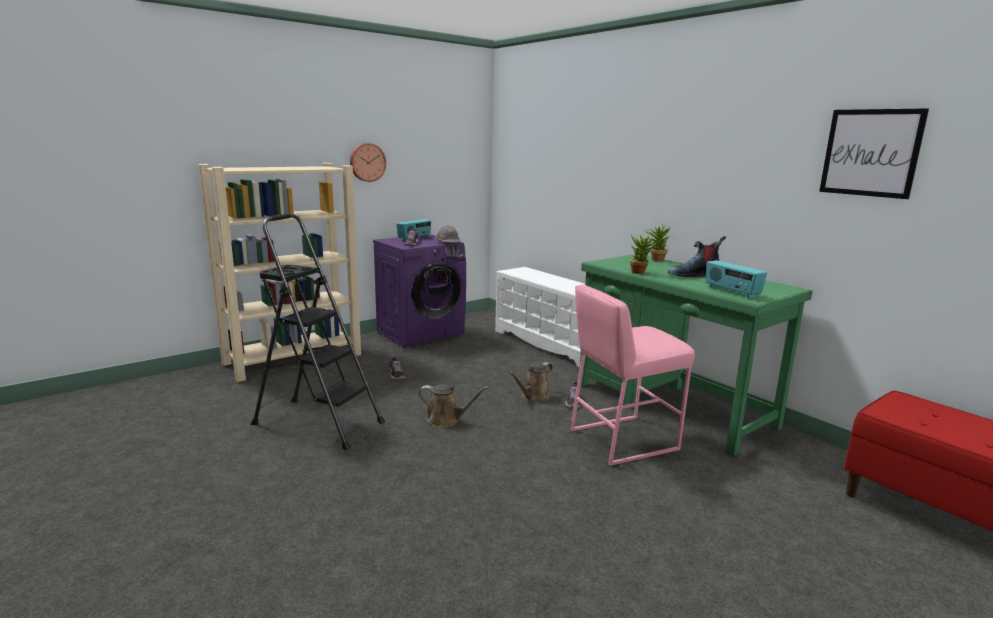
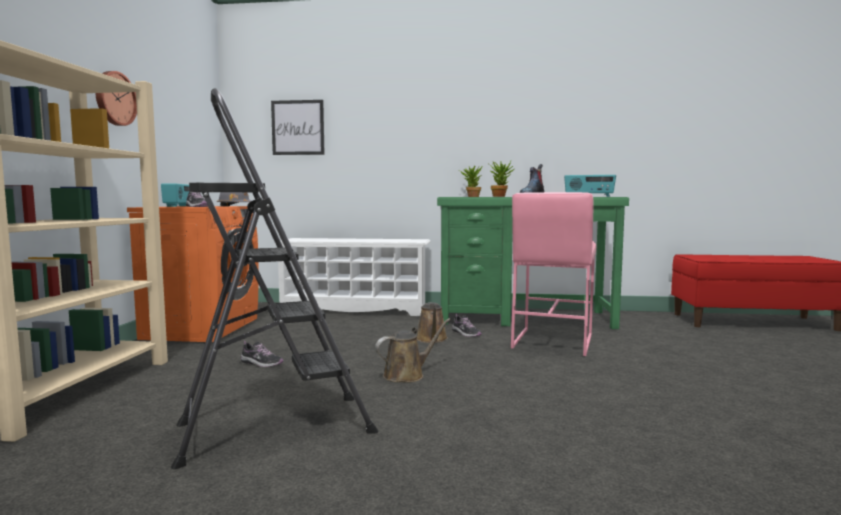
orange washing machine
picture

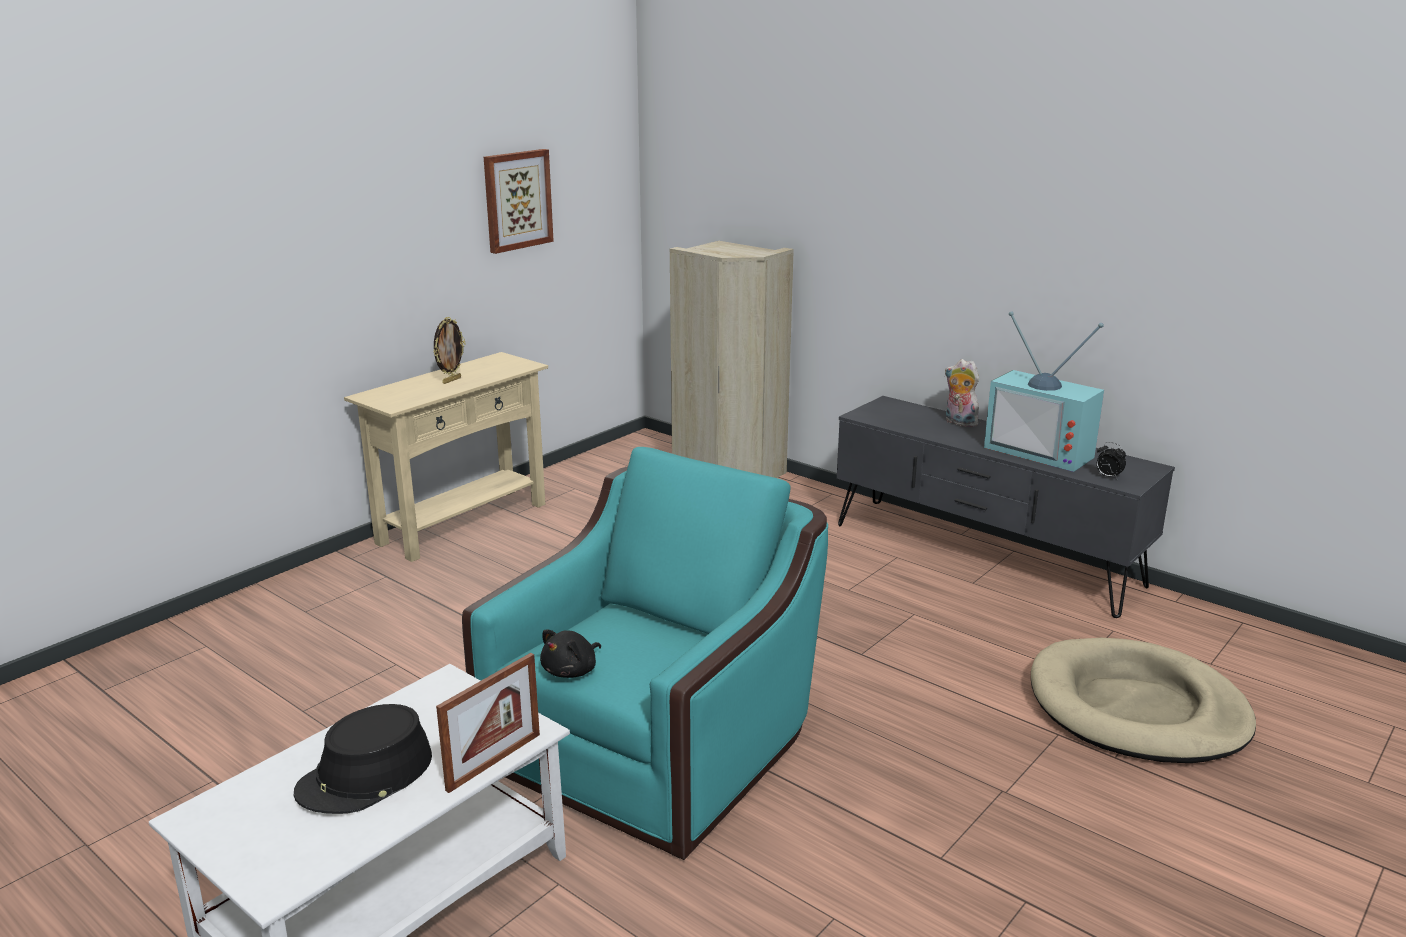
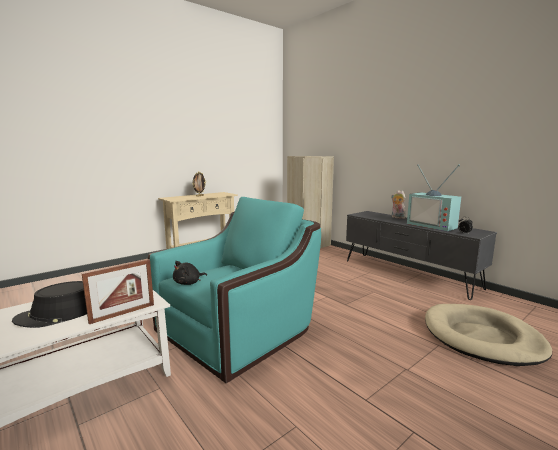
picture

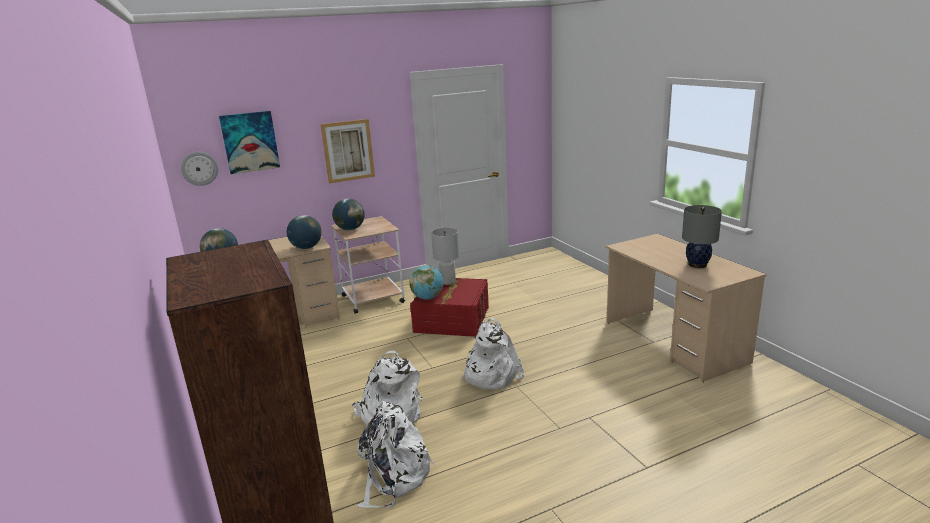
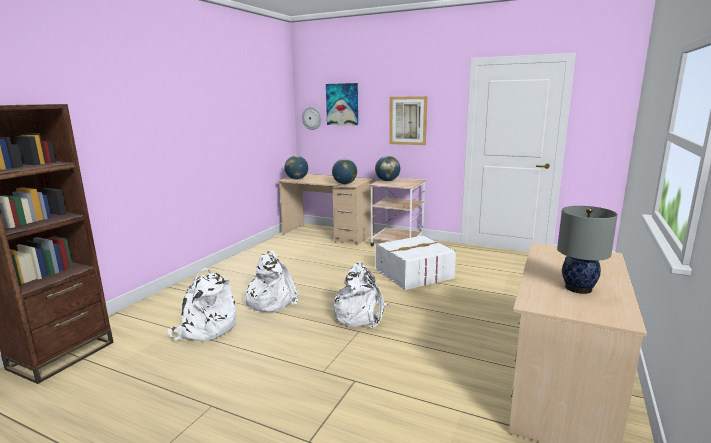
globe (4th from left in the first image)
white storage box
grey table lamp (1st from left in the first image)

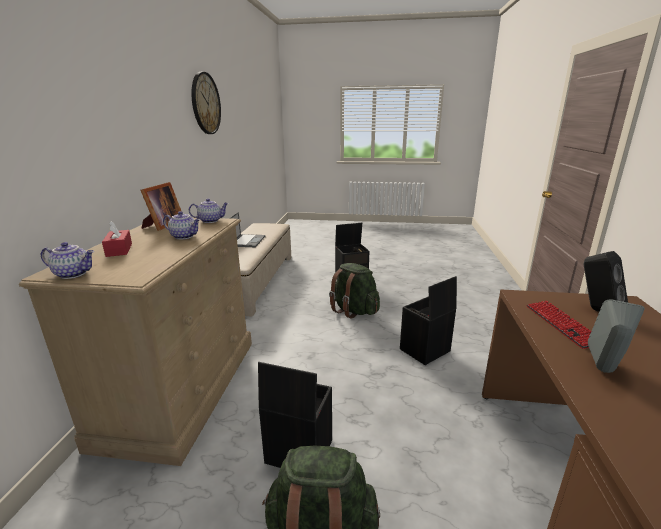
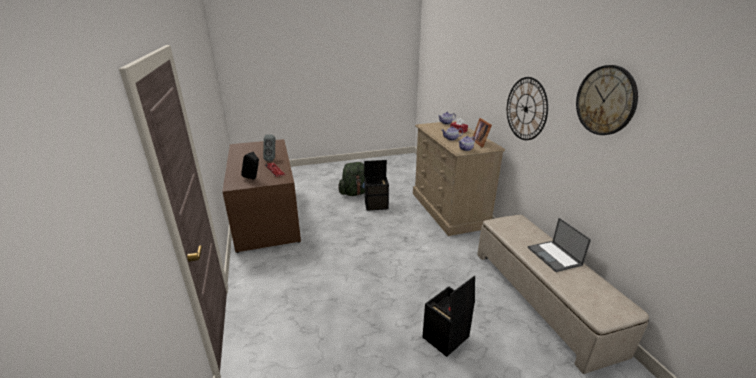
green backpack (2nd from left in the first image)
black storage box (3rd from left in the first image)
wall clock (1st from left)

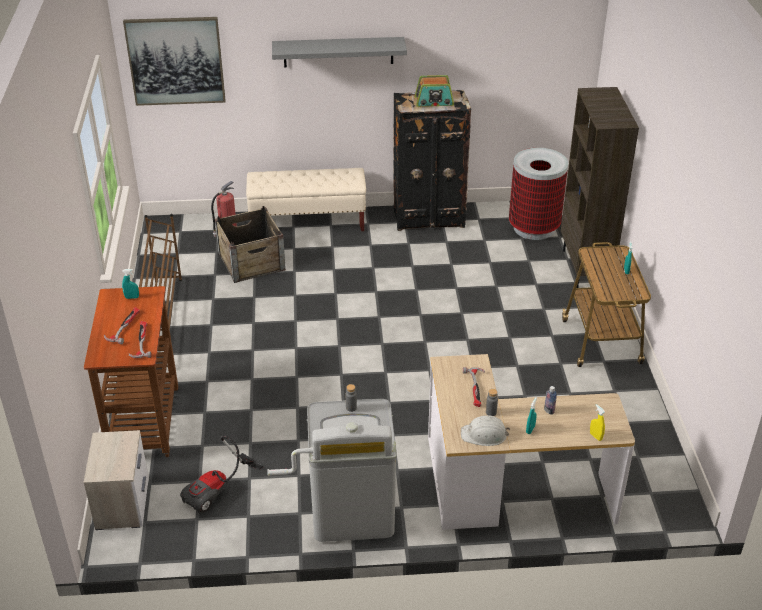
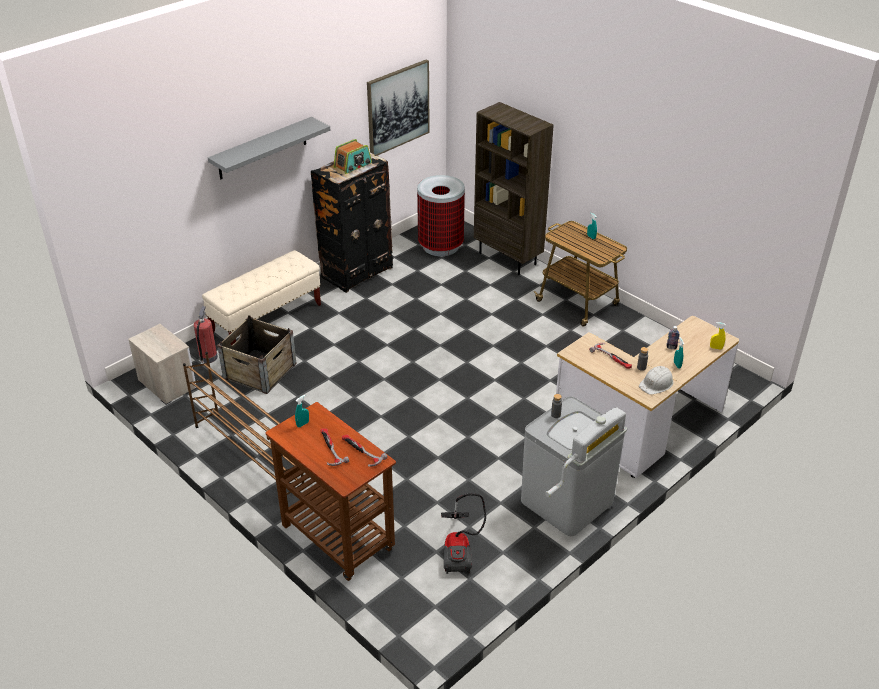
nightstand
picture

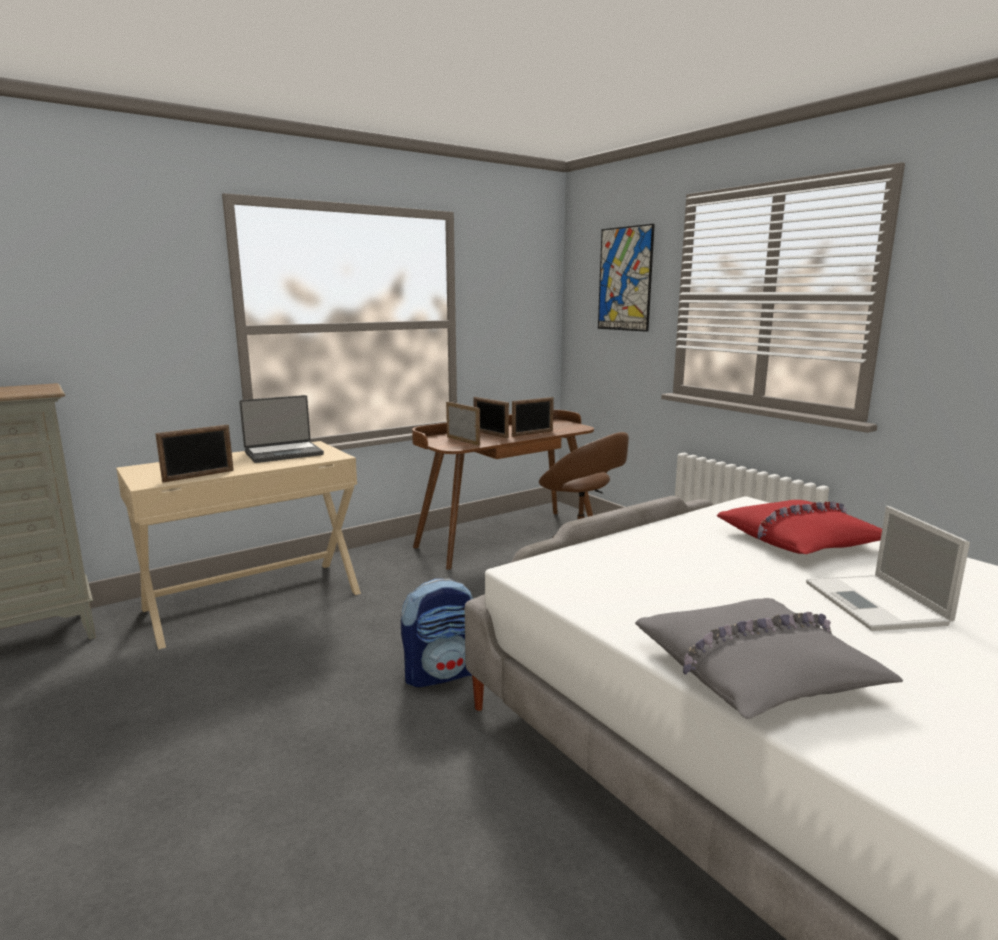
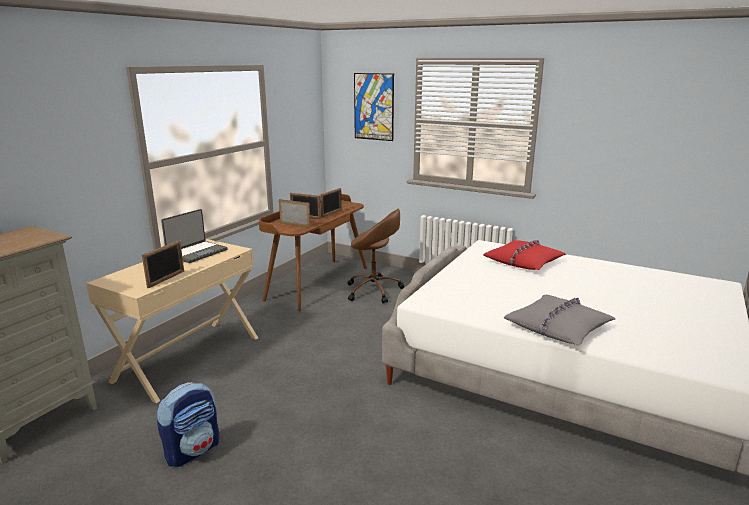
backpack
laptop (2nd from left in the first image)

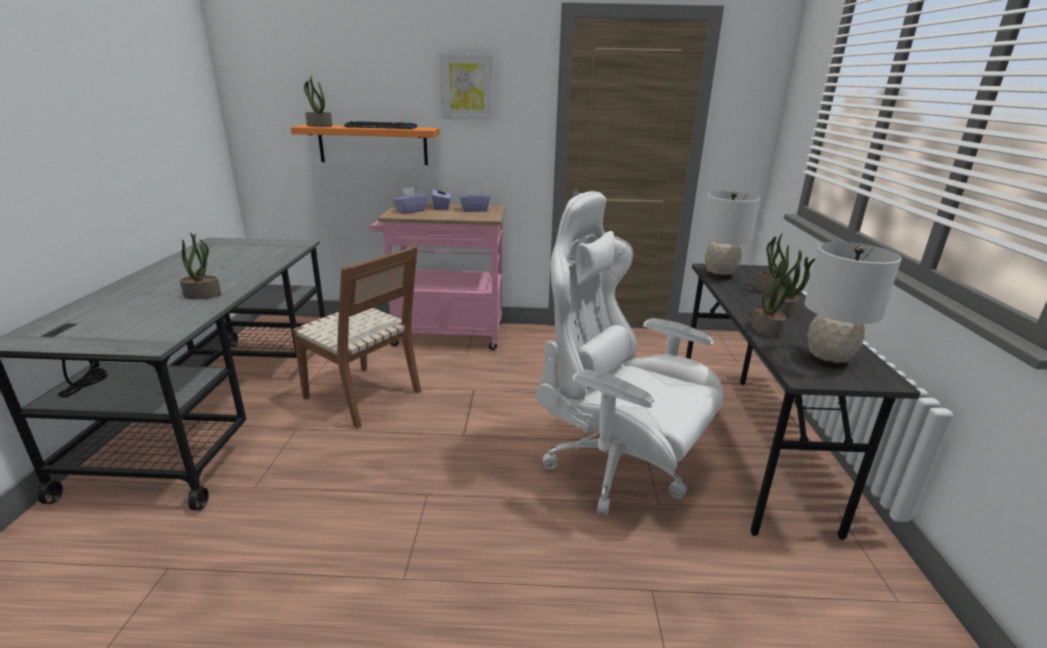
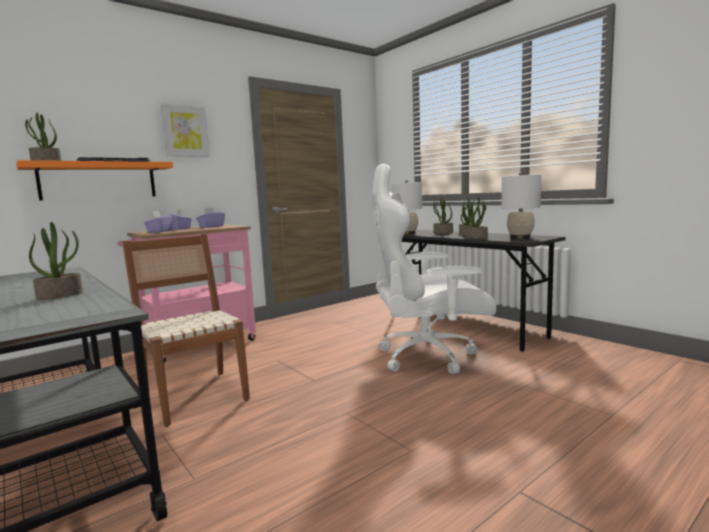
chair

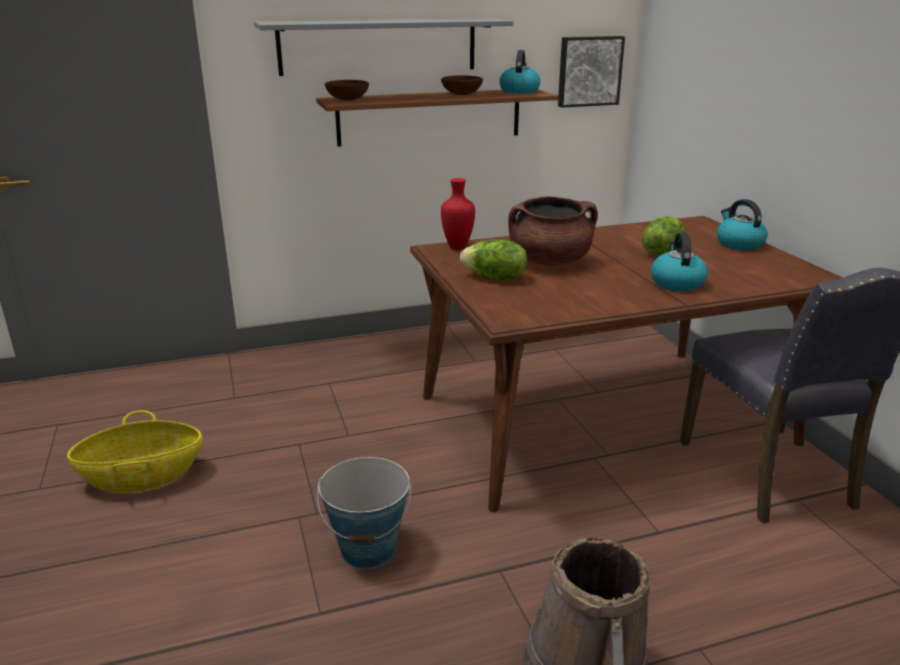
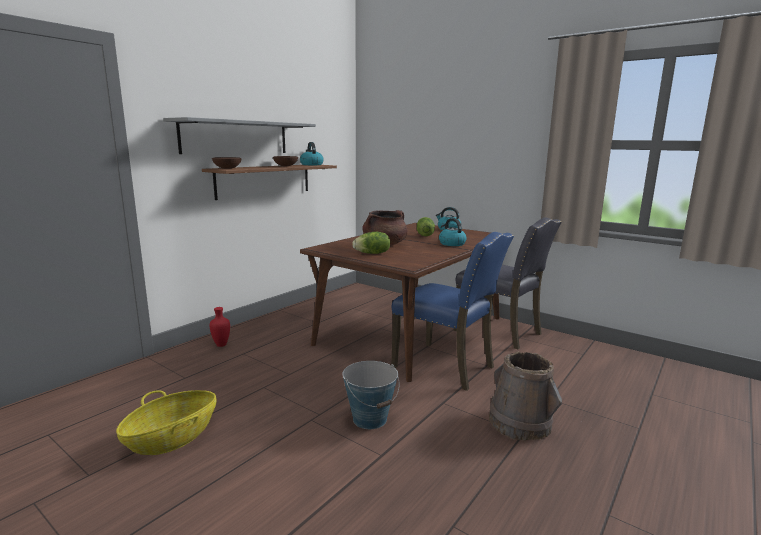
red vase
picture
blue chair

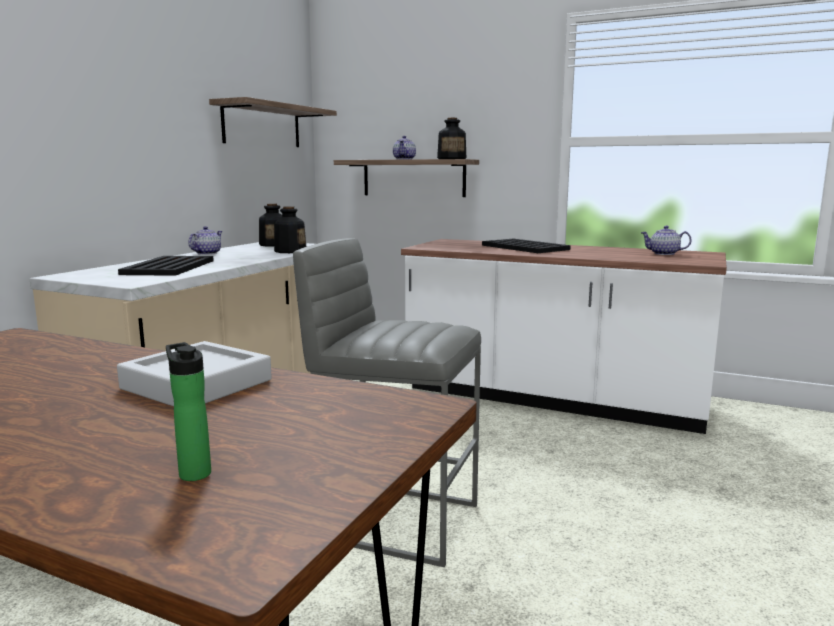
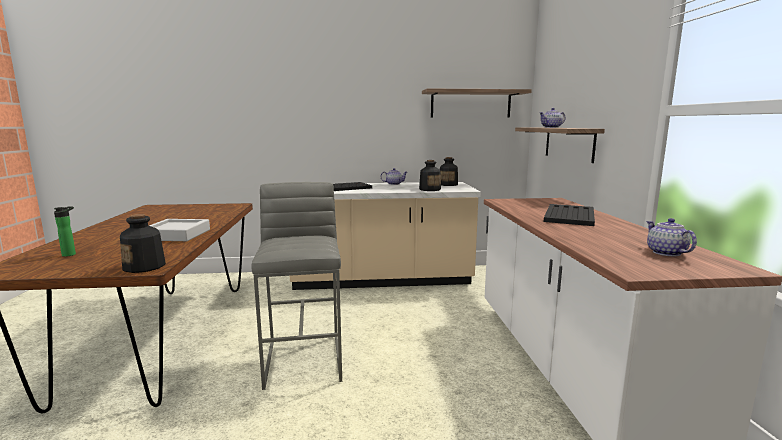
bottle (2nd from left)

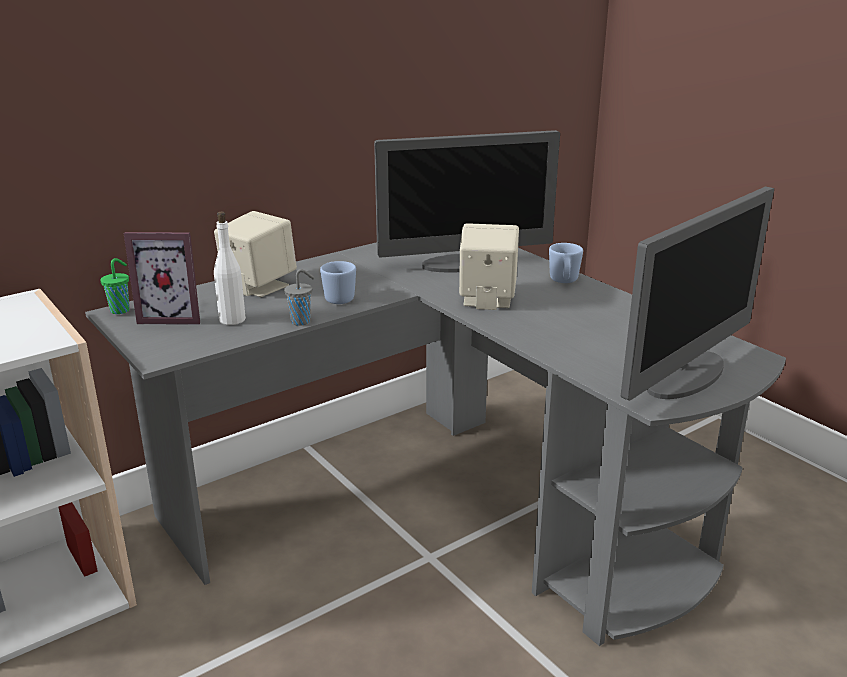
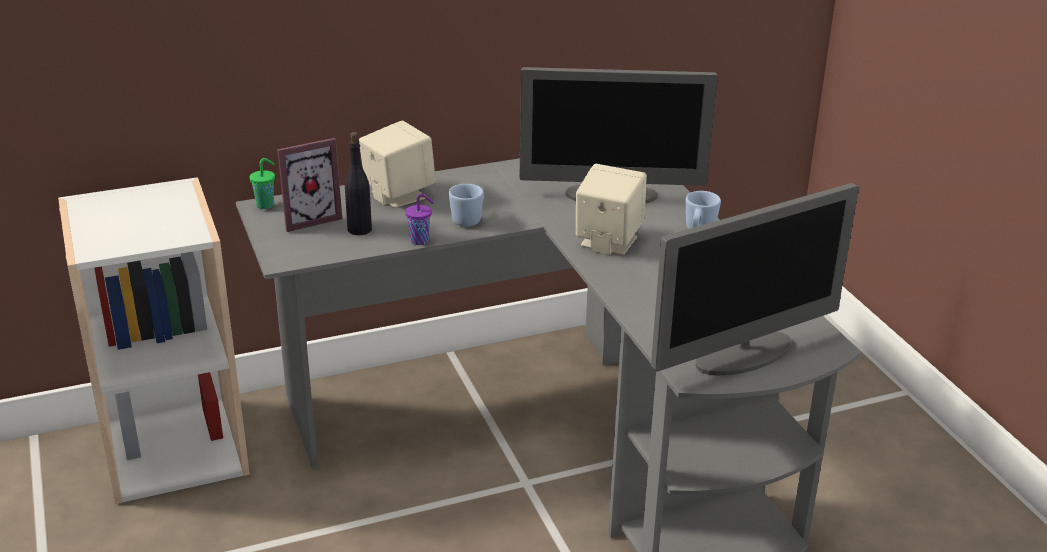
picture frame
black bottle
purple cup

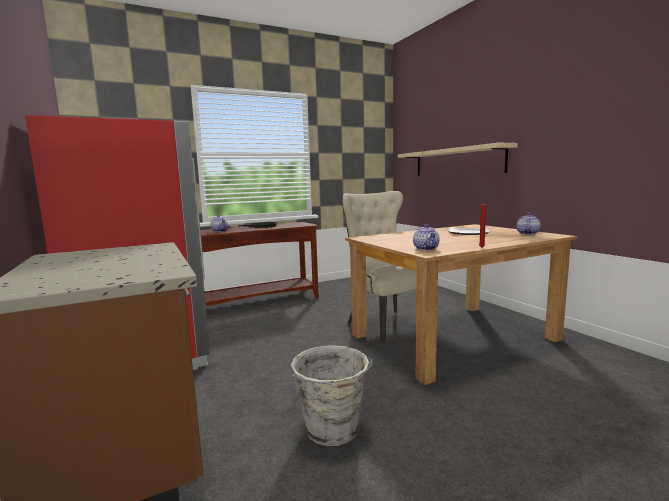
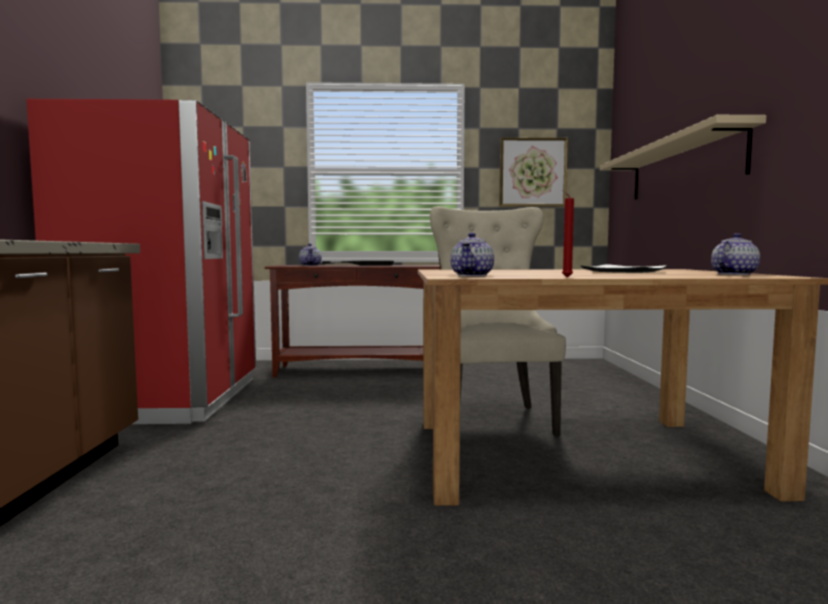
grey bucket
picture

